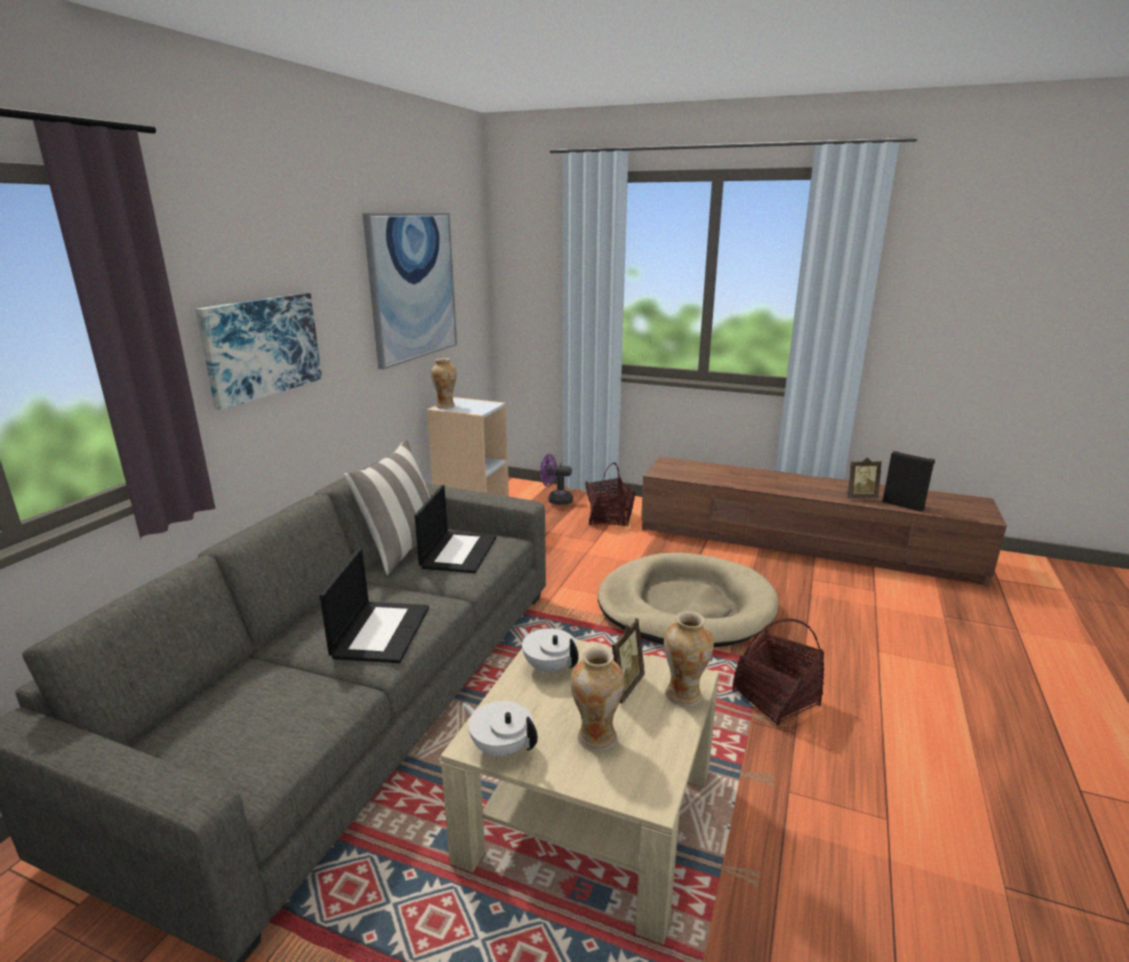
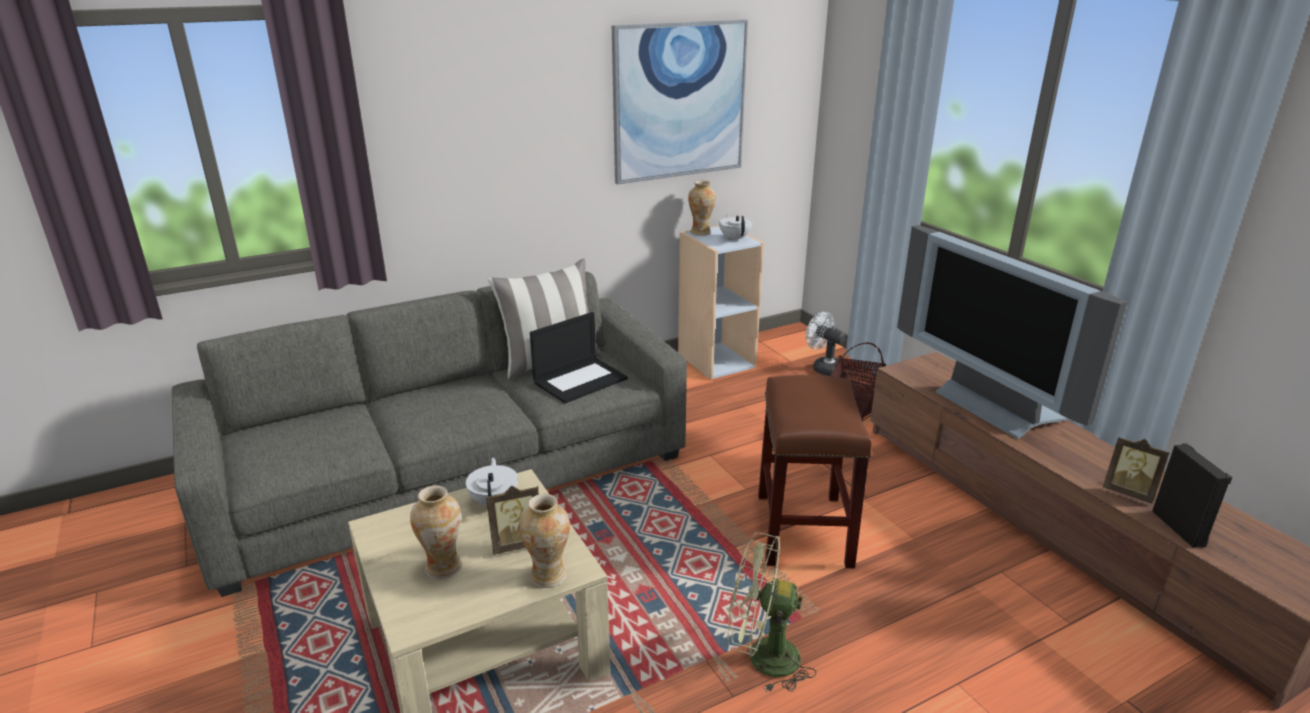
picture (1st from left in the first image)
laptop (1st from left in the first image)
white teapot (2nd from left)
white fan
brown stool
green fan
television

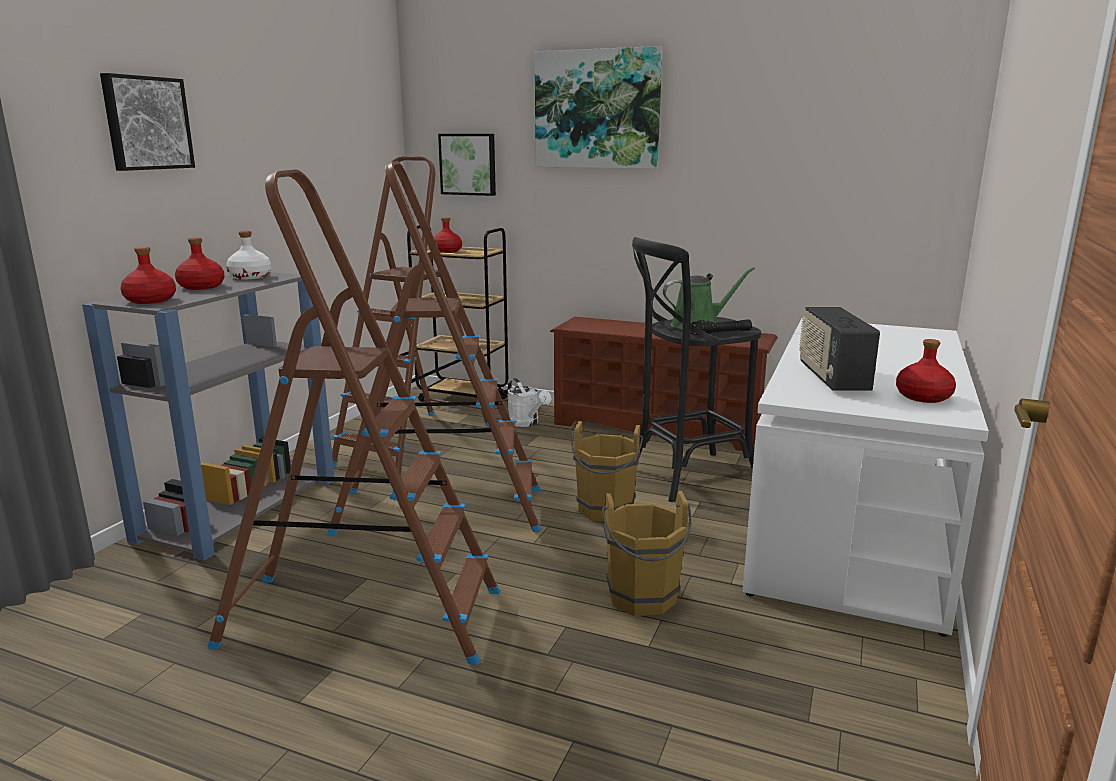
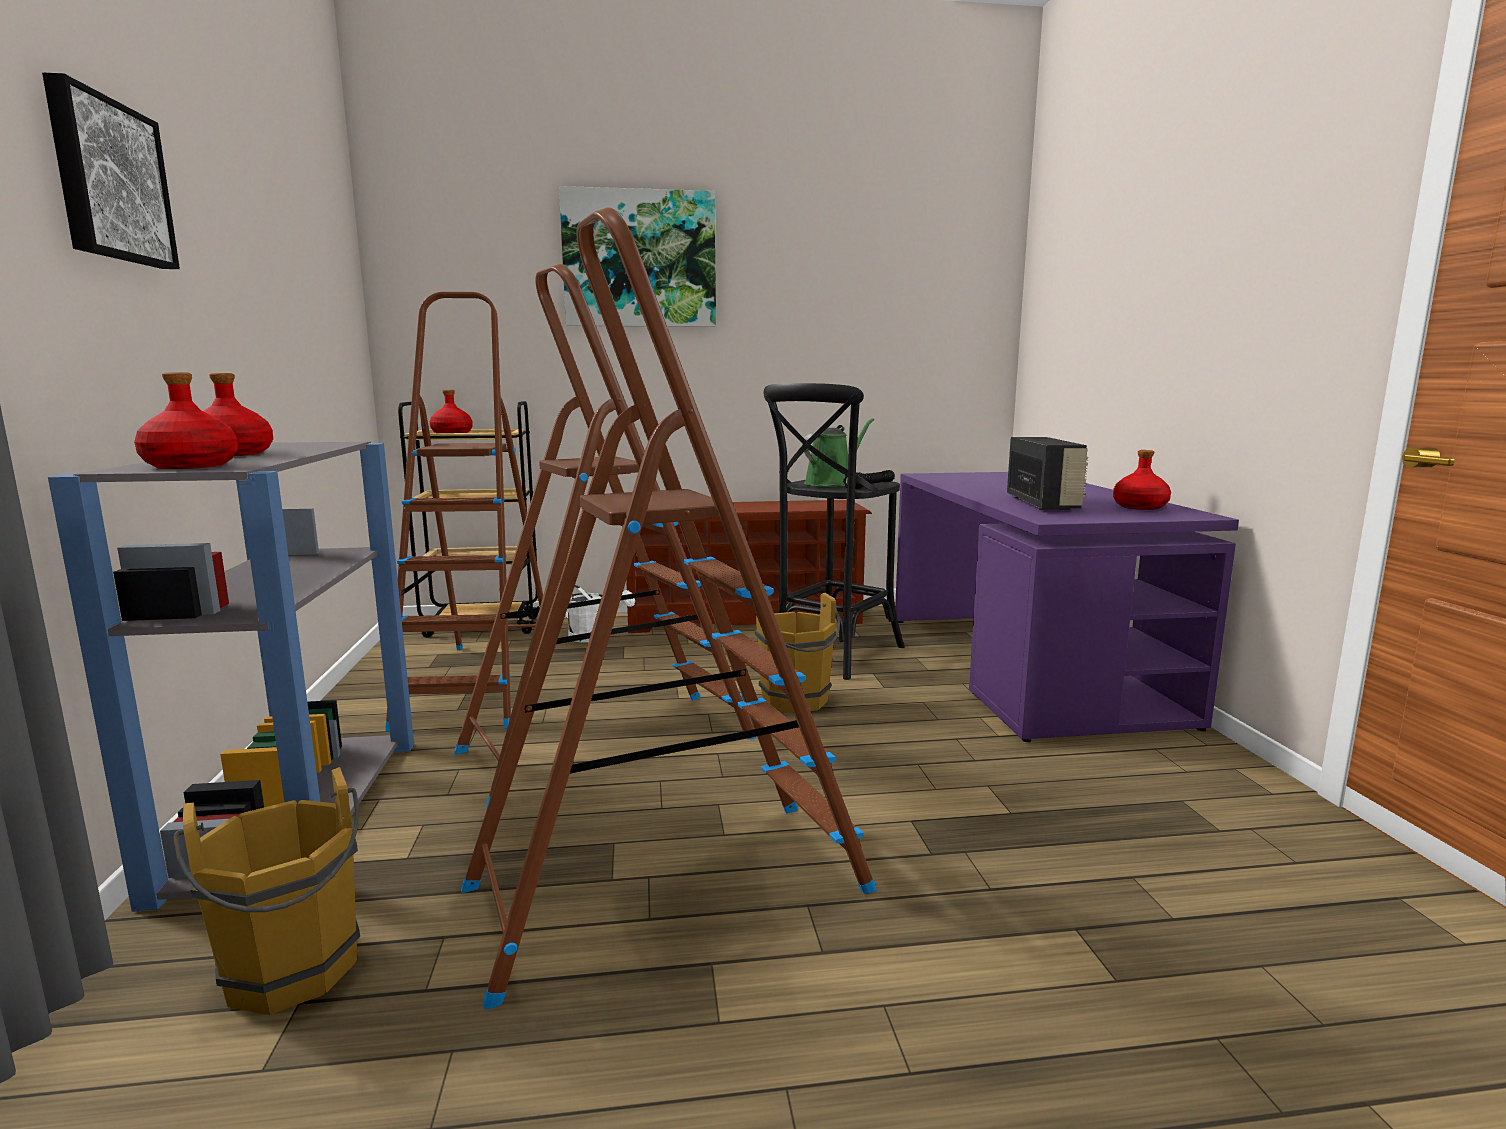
white bottle
picture (2nd from left in the first image)
brown bucket (1st from left)
purple desk
radio

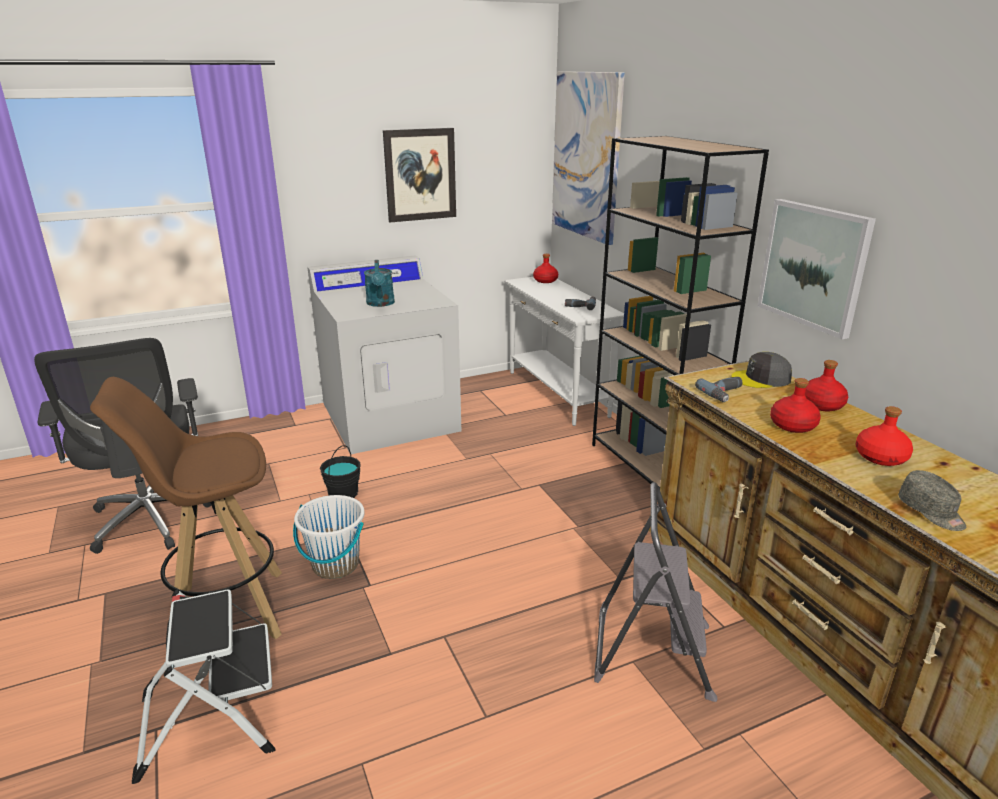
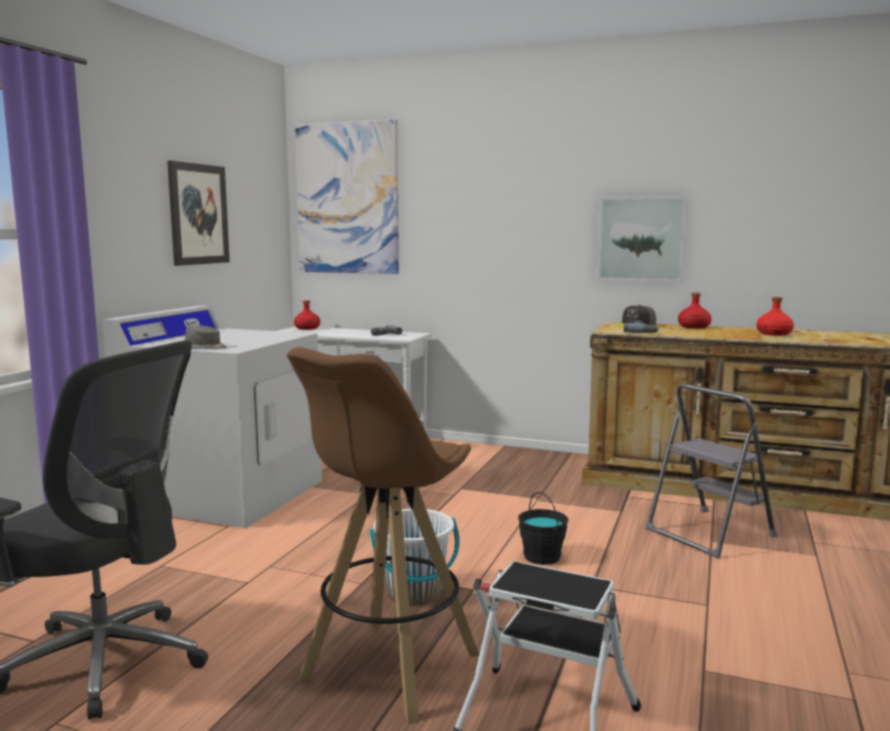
black bucket
turquoise watering can
beige bookcase
red bottle (2nd from left in the first image)
grey cap (1st from left)

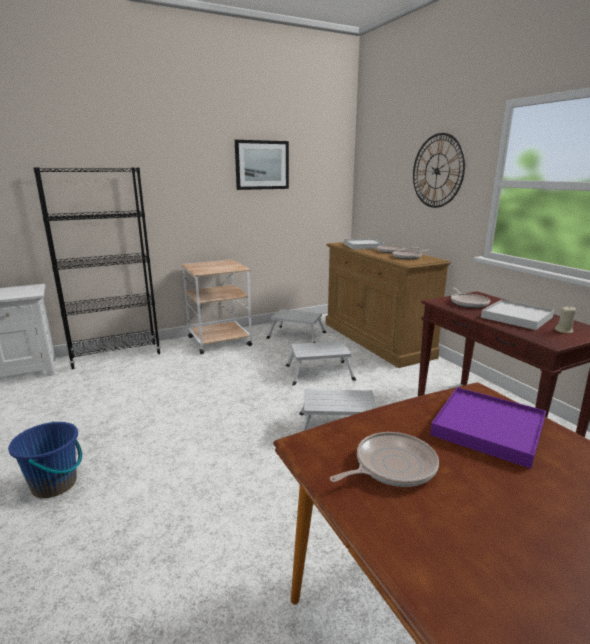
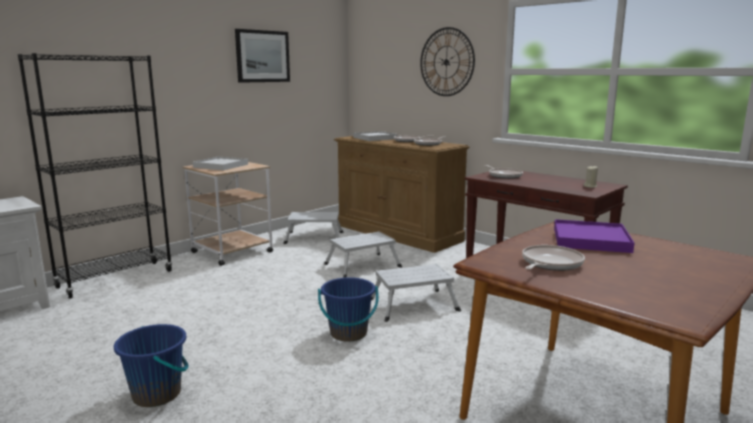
white tray (1st from left)
blue bucket (2nd from left)

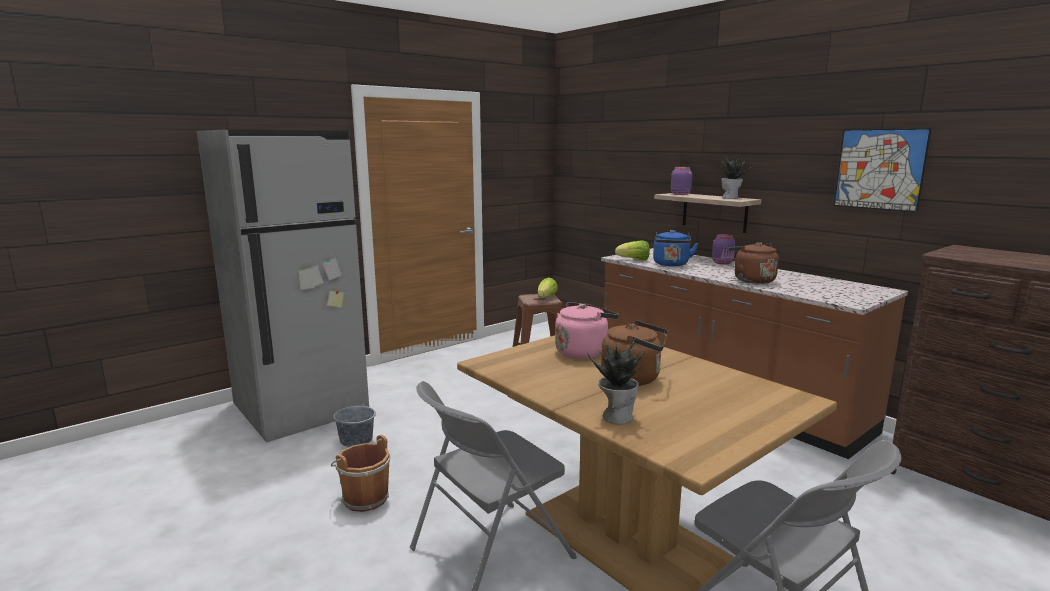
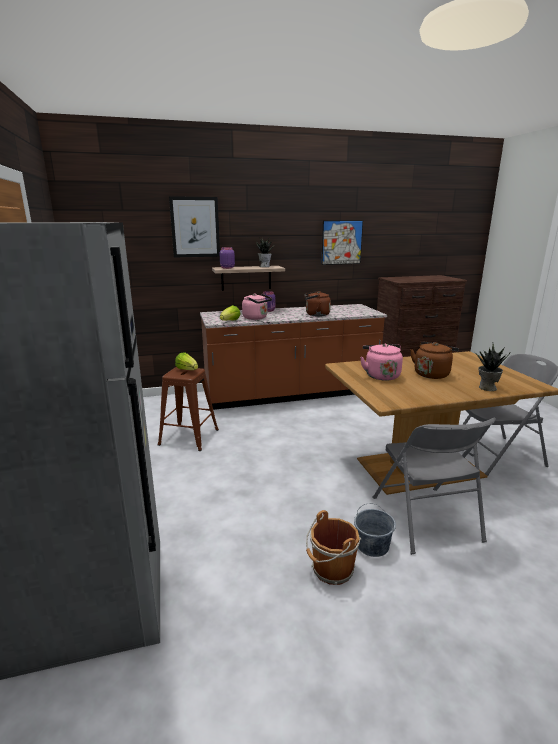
grey bucket
pink kettle (1st from left)
picture (1st from left)

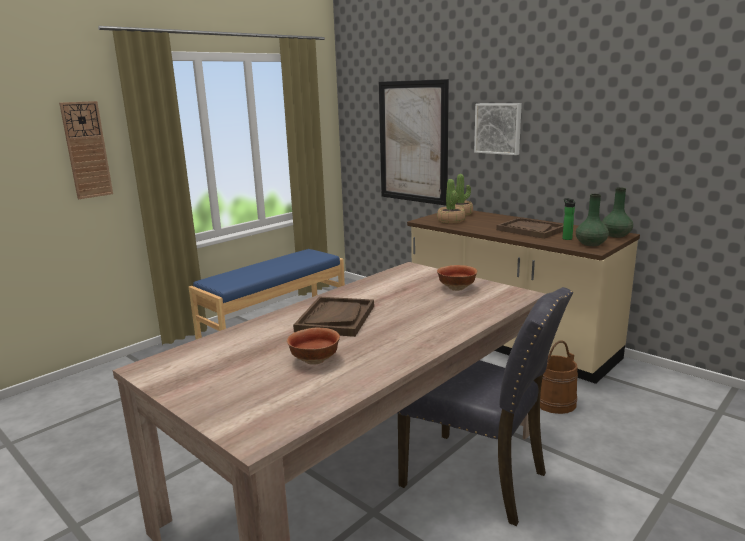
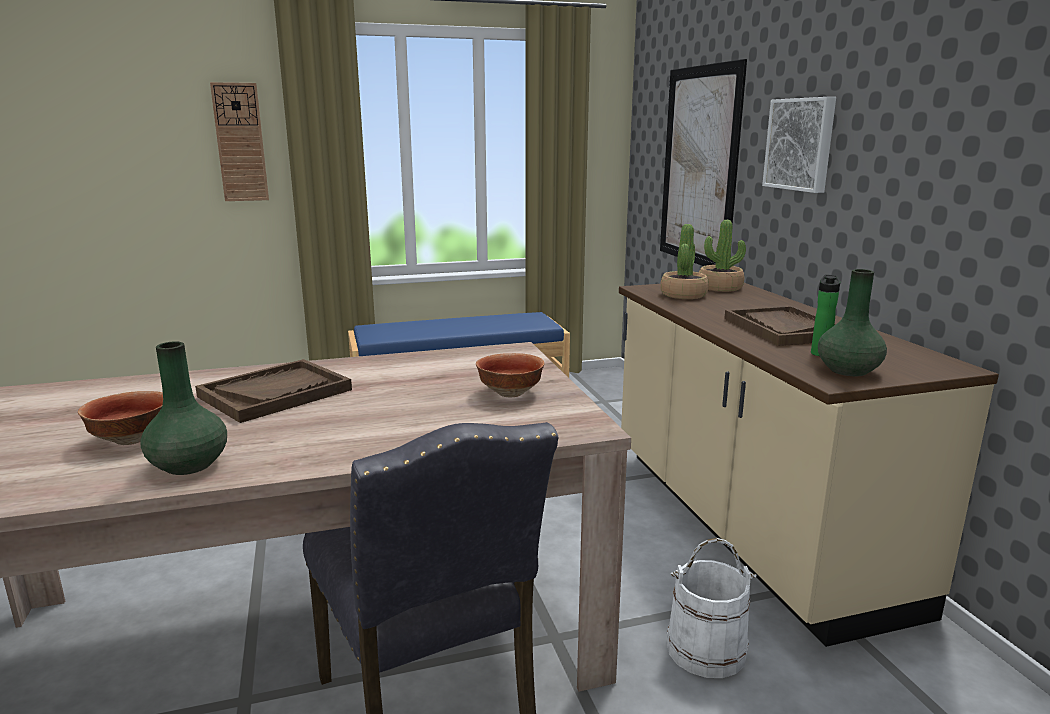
white bucket
green vase (1st from left)

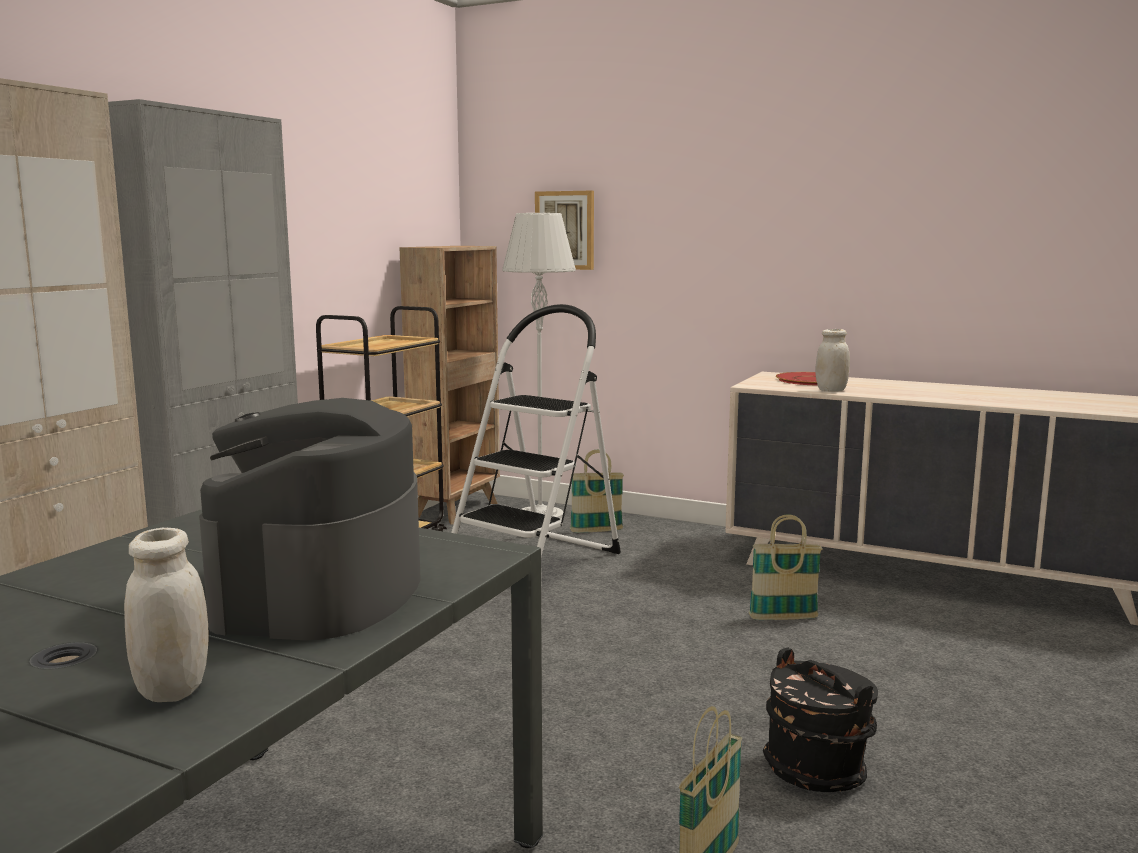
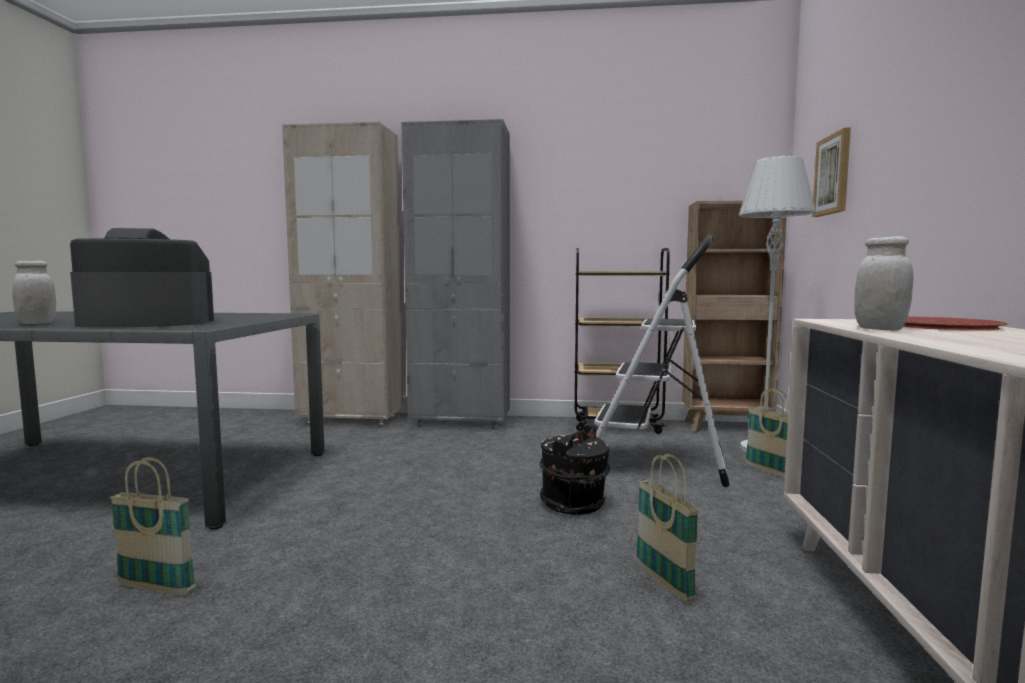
black bucket

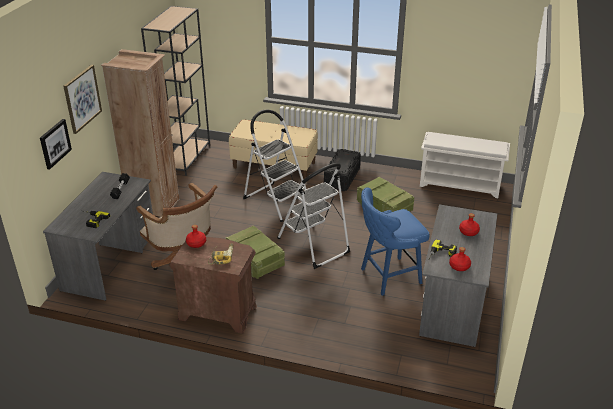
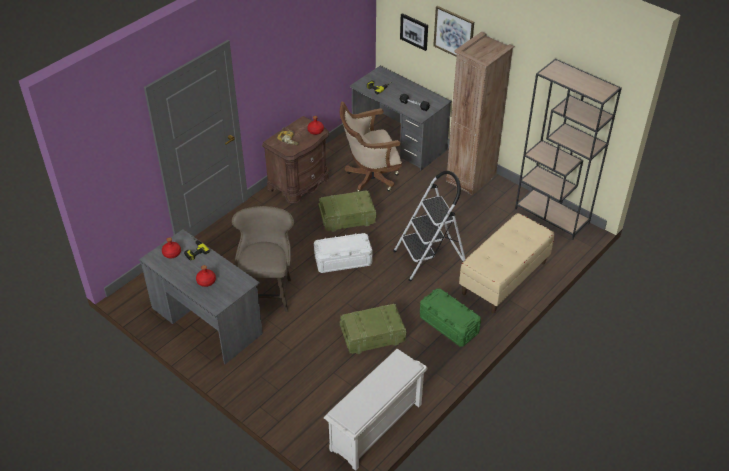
white storage box
green storage box
beige stool

